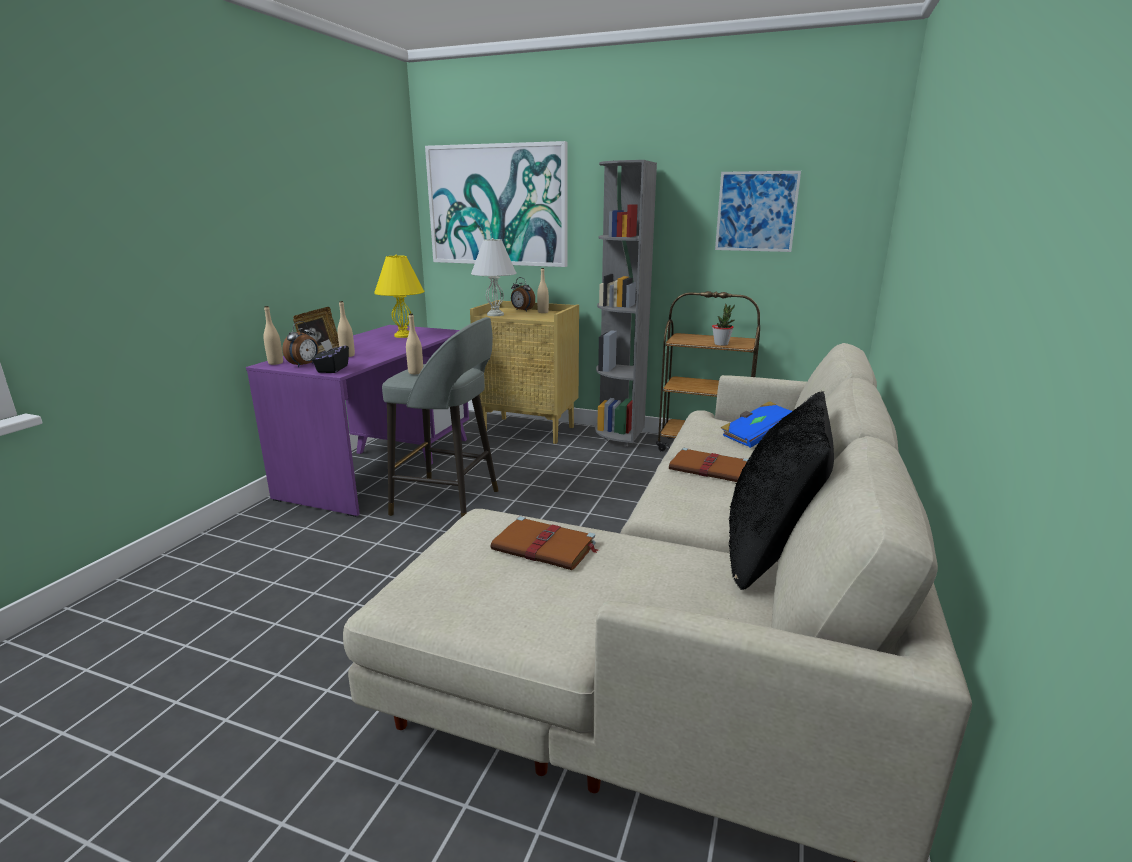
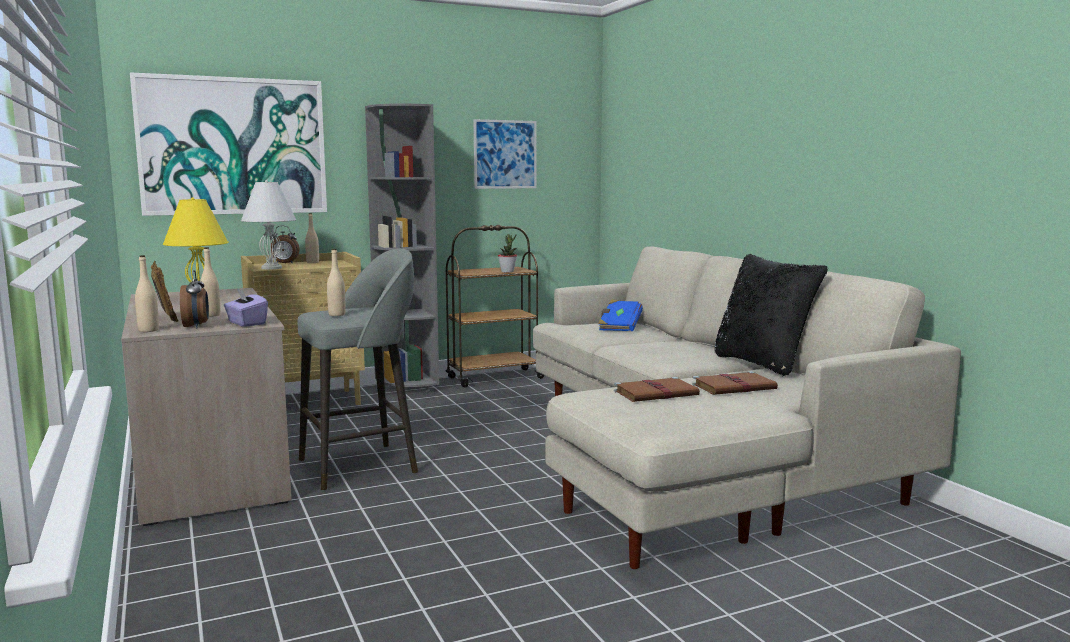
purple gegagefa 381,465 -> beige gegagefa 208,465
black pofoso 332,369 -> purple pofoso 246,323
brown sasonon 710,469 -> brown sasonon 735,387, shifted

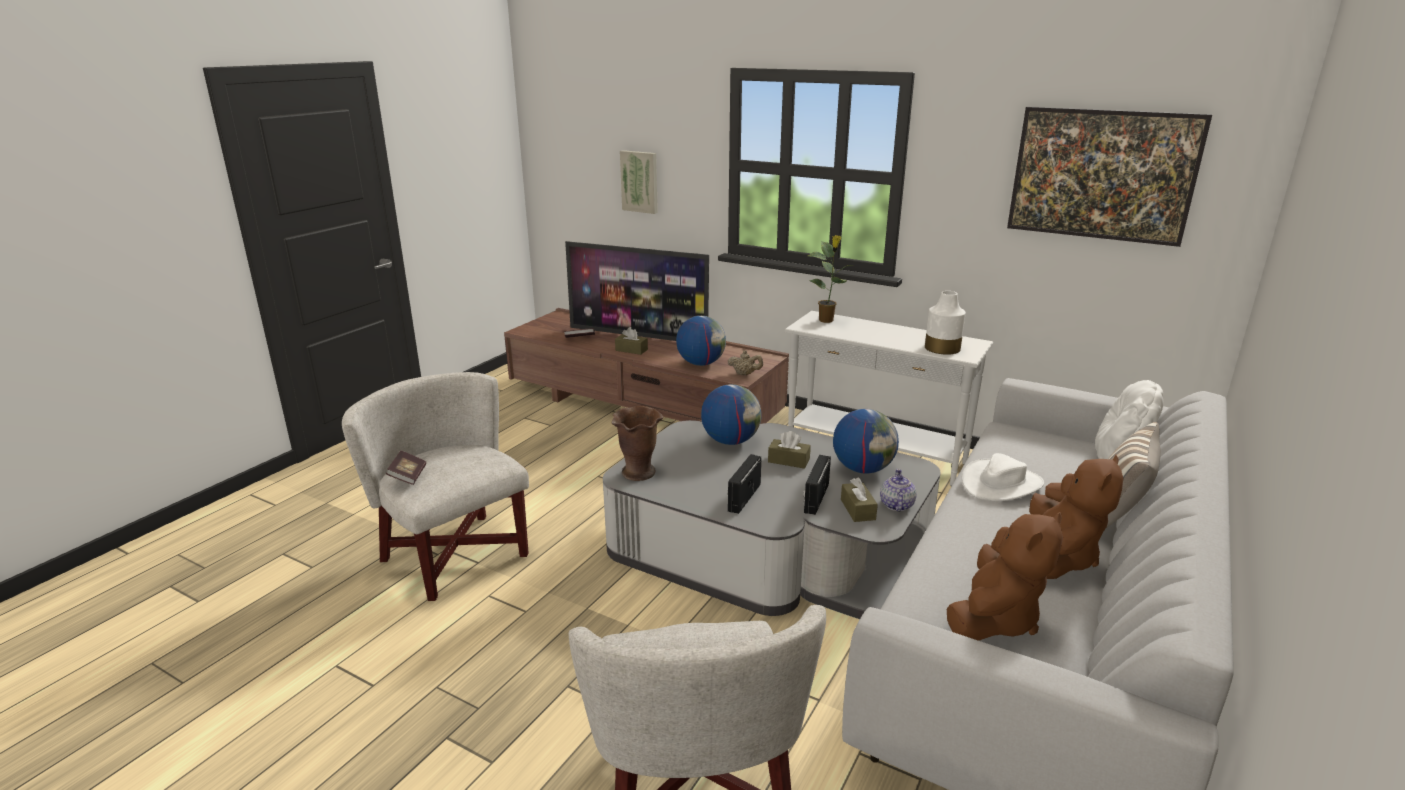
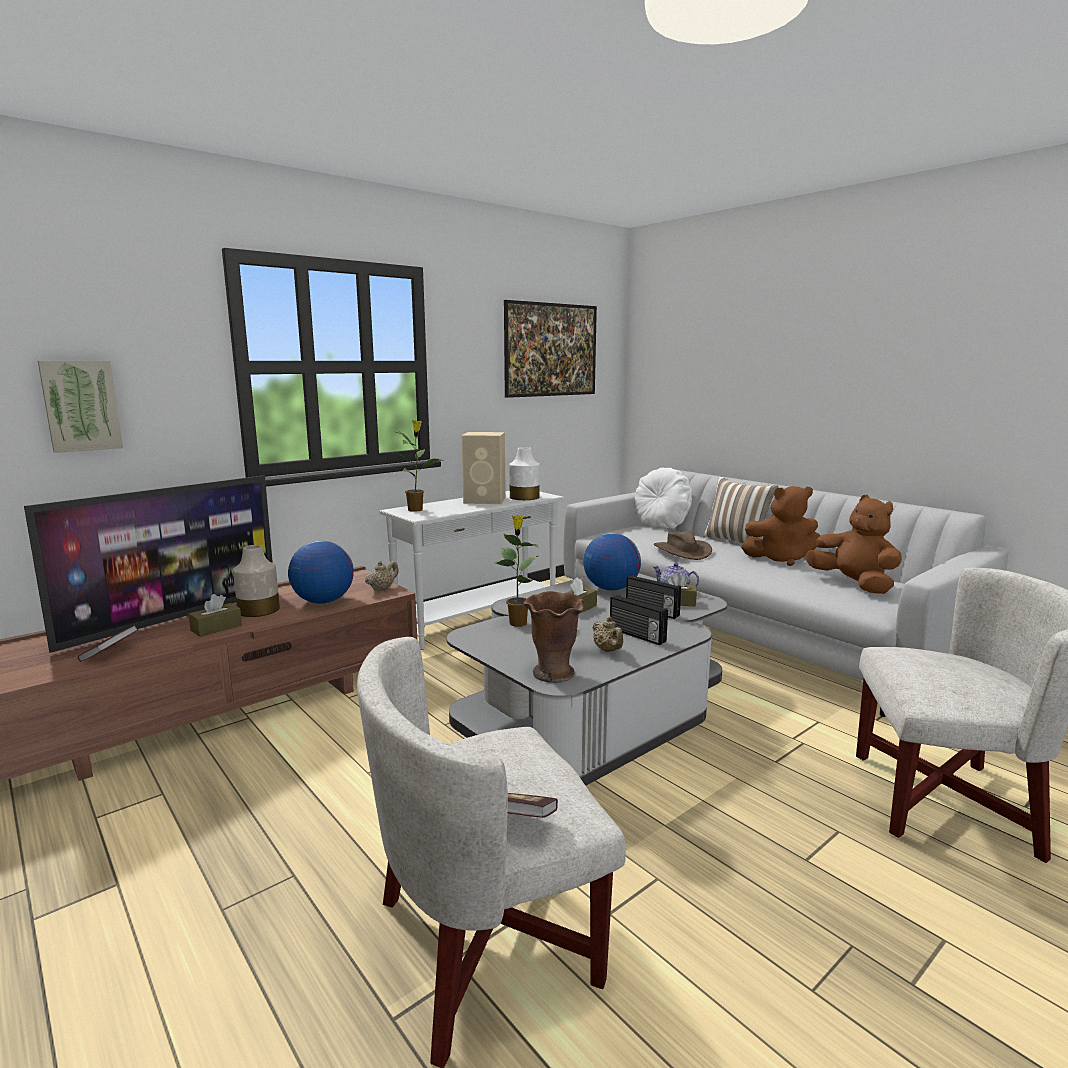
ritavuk 730,441 -> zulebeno 518,622
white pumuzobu 1001,483 -> brown pumuzobu 682,551
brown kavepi 1058,558 -> brown kavepi 781,559, 135 degrees clockwise
none -> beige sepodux 486,500
none -> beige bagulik 258,609
none -> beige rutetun 608,650

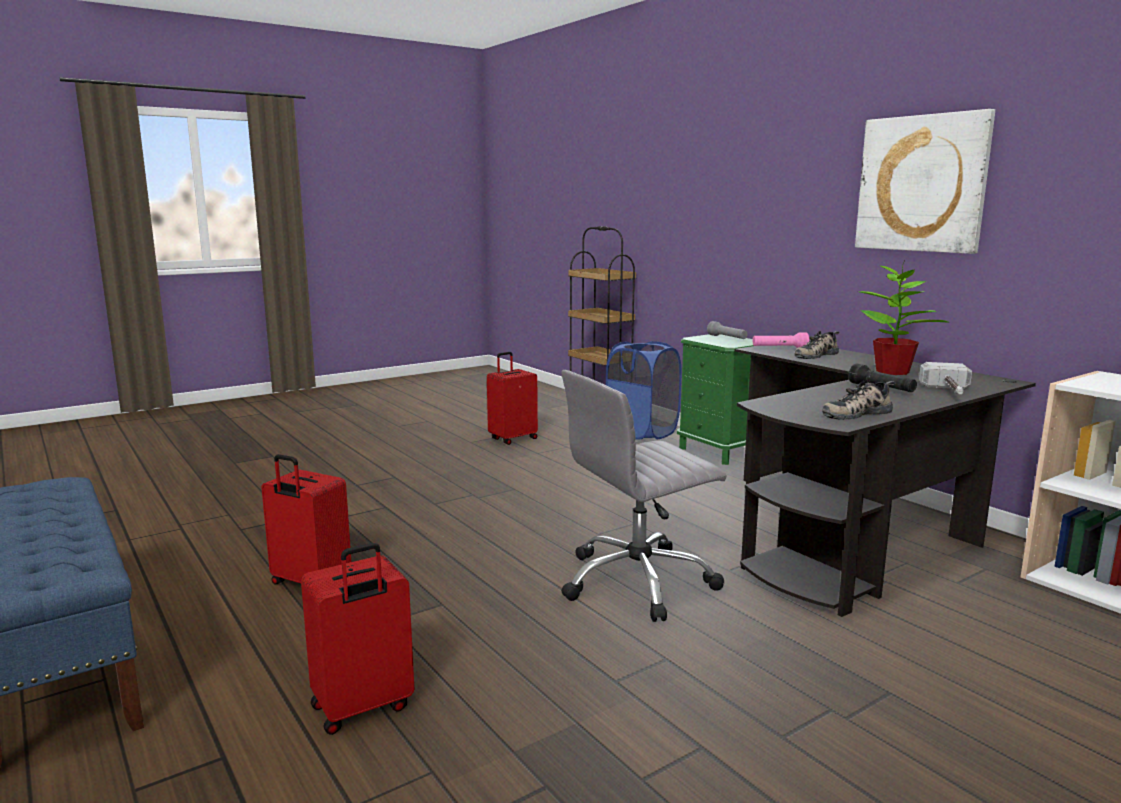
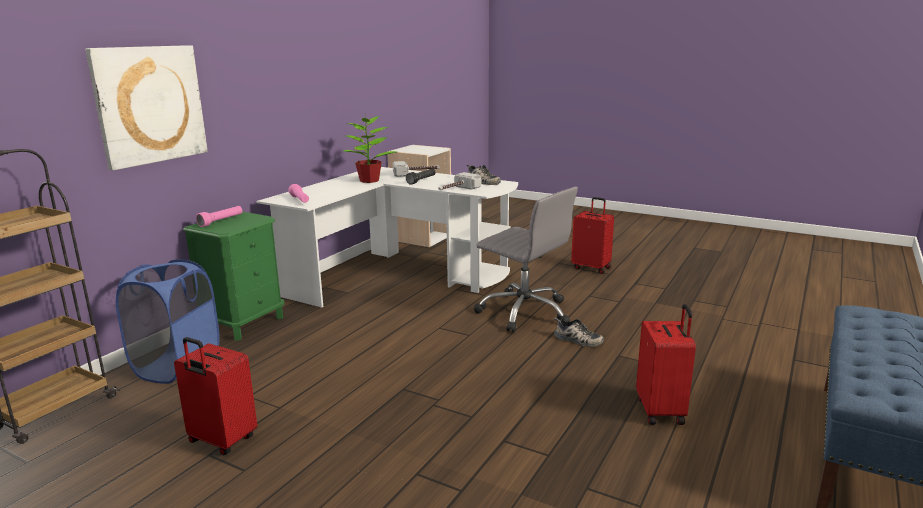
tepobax 922,184 -> tepobax 149,105, shifted
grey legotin 727,338 -> pink legotin 221,221
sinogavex 815,355 -> sinogavex 577,340, shifted
black gegagefa 851,529 -> white gegagefa 396,275
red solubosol 362,708 -> red solubosol 591,268, shifted
none -> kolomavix 456,190

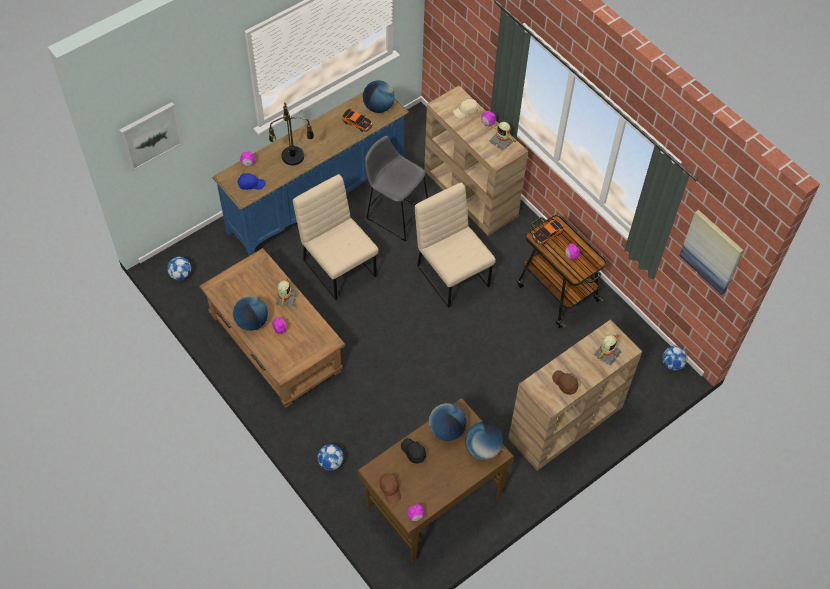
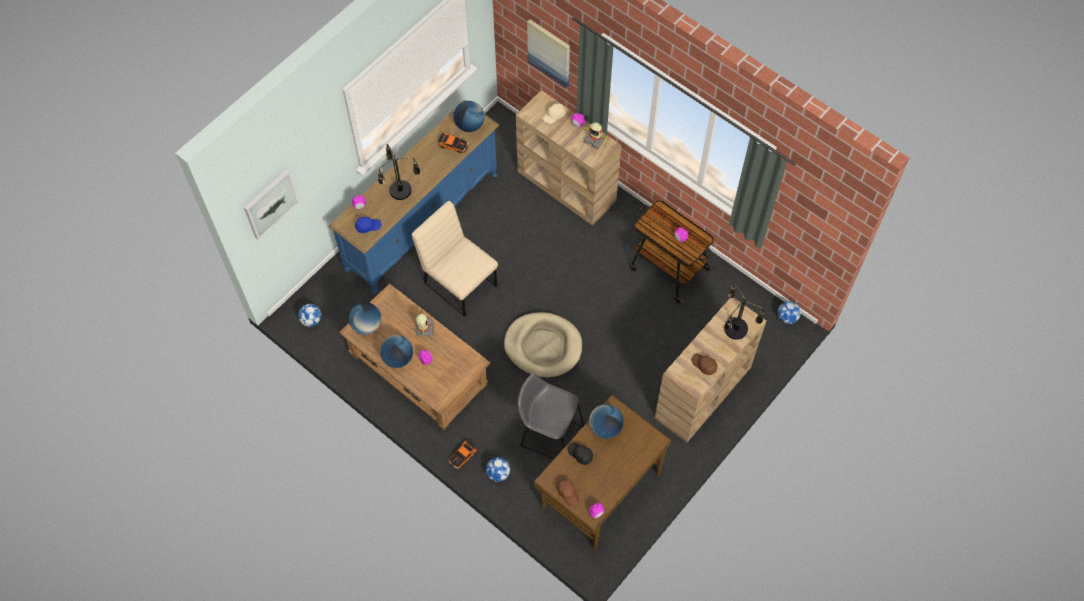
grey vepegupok 395,214 -> grey vepegupok 549,434, shifted
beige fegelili 452,274 -> none
tepobax 712,251 -> tepobax 549,52, shifted
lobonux 547,234 -> lobonux 462,456, shifted
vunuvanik 606,353 -> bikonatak 735,329
ritavuk 482,449 -> ritavuk 367,325, shifted
none -> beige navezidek 543,346

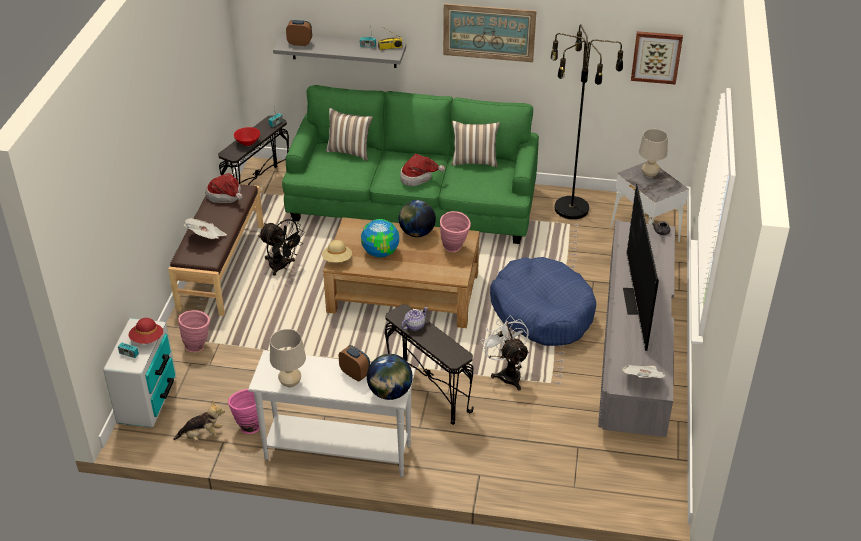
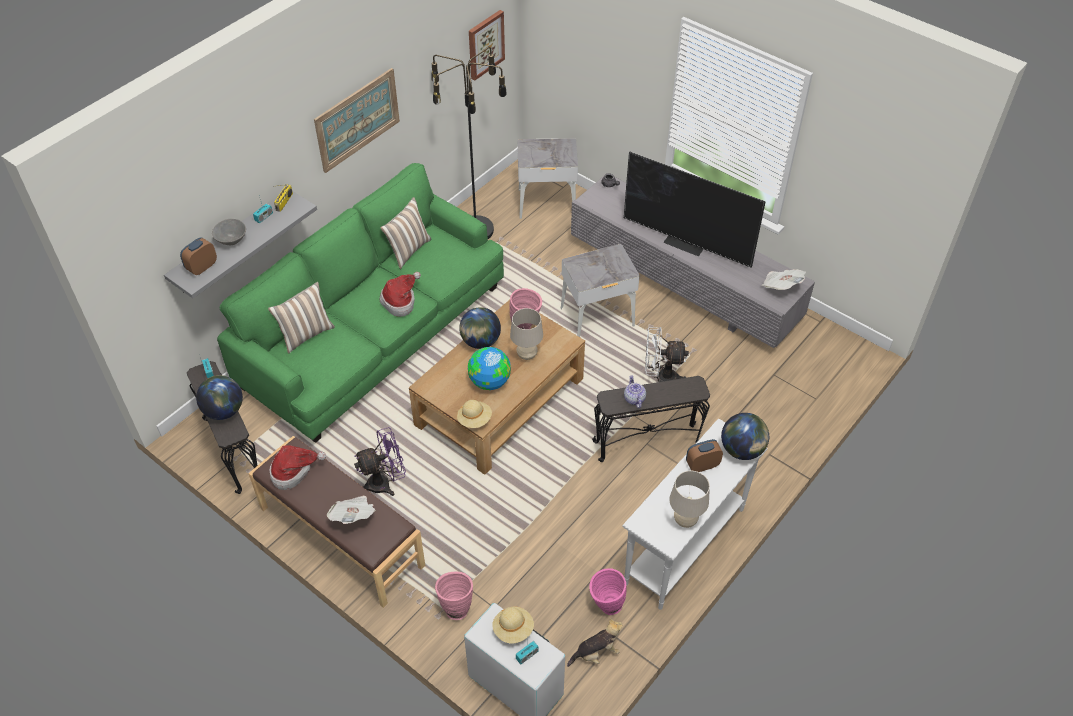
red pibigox 248,143 -> ritavuk 224,410
beige bikonatak 649,174 -> beige bikonatak 526,355, shifted
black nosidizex 282,267 -> purple nosidizex 385,482
blue navezidek 542,312 -> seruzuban 598,317
red pumuzobu 147,339 -> beige pumuzobu 513,629
kavepi 202,436 -> kavepi 596,653, 45 degrees clockwise
none -> grey pibigox 232,240

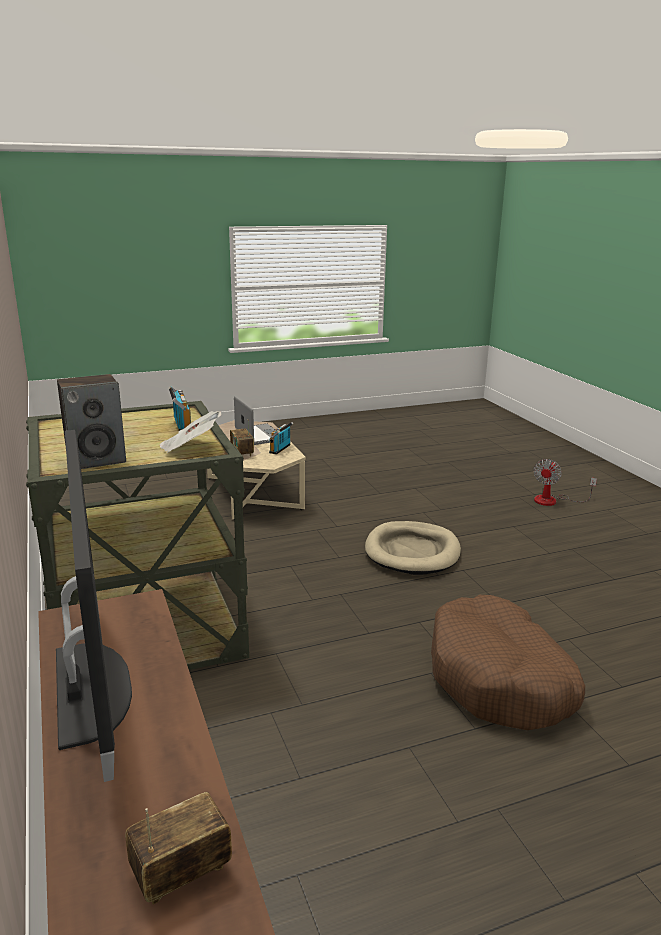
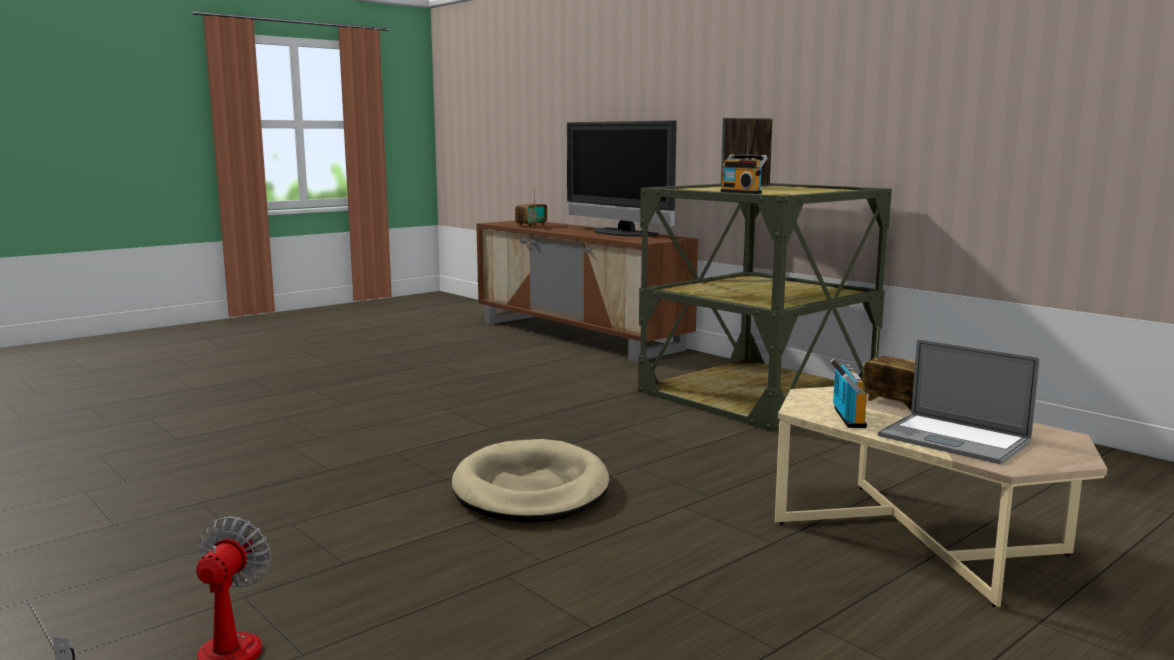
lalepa 190,447 -> none
brown navezidek 500,679 -> none

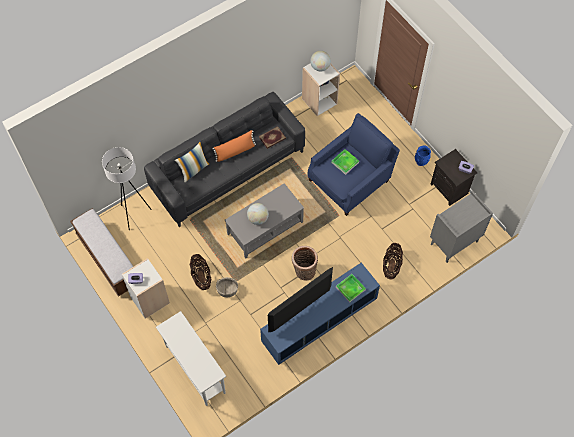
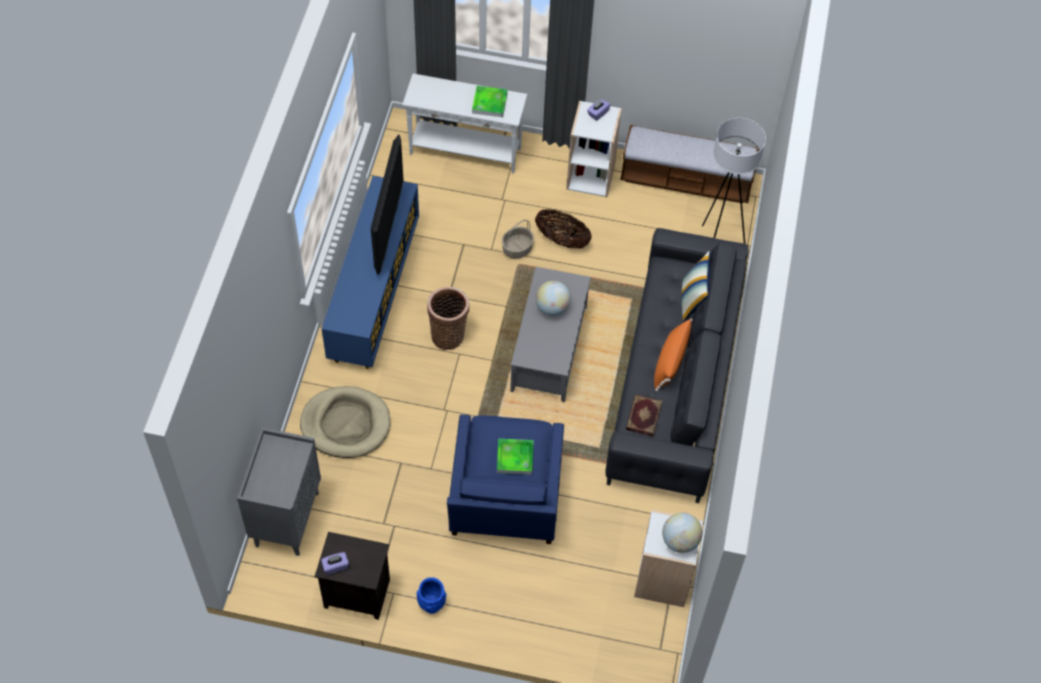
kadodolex 391,266 -> beige navezidek 346,424
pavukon 350,288 -> pavukon 489,103, shifted

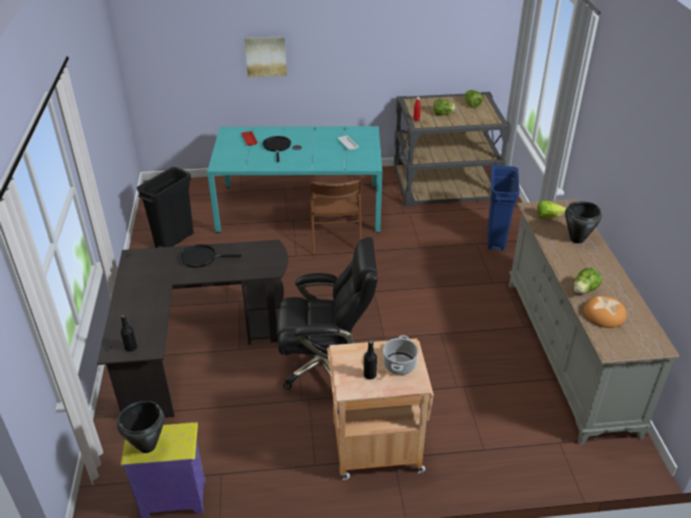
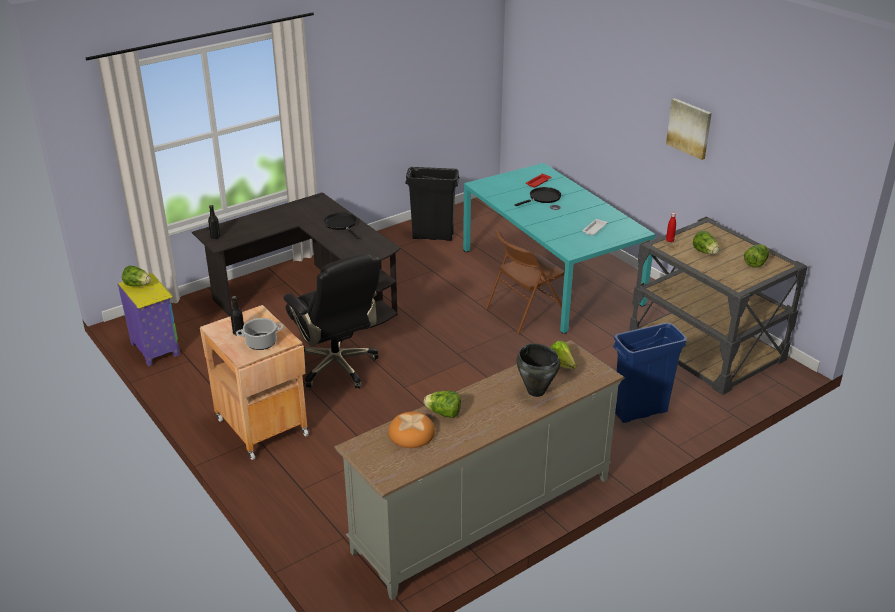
tepobax 265,56 -> tepobax 689,128, shifted
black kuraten 147,446 -> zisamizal 138,285

